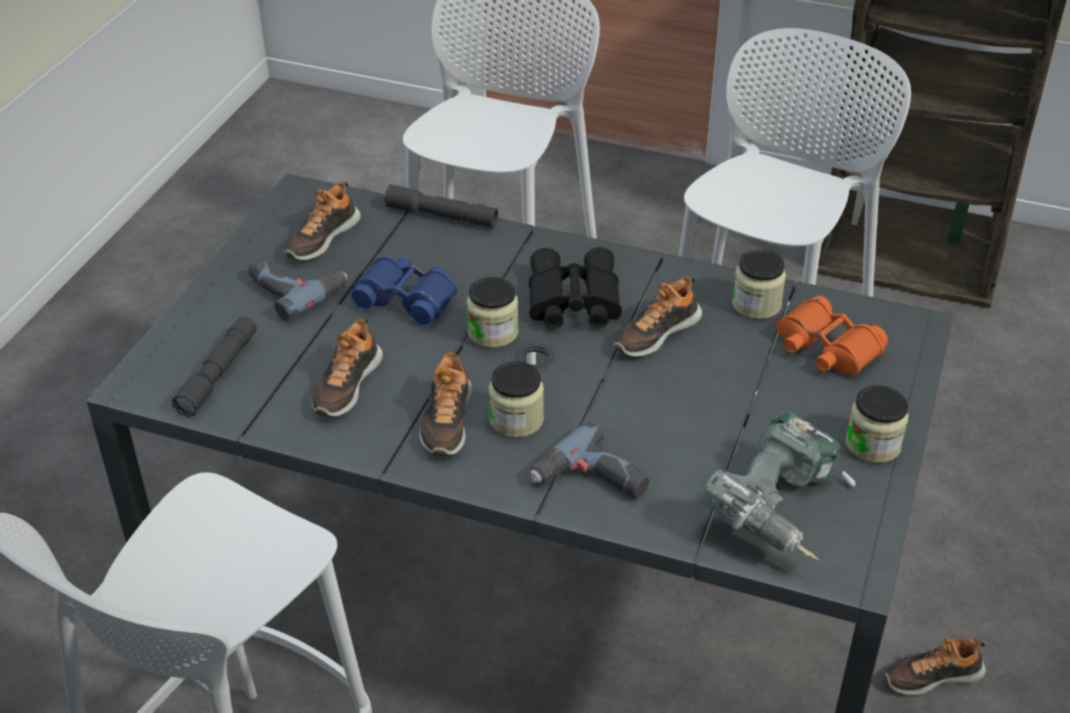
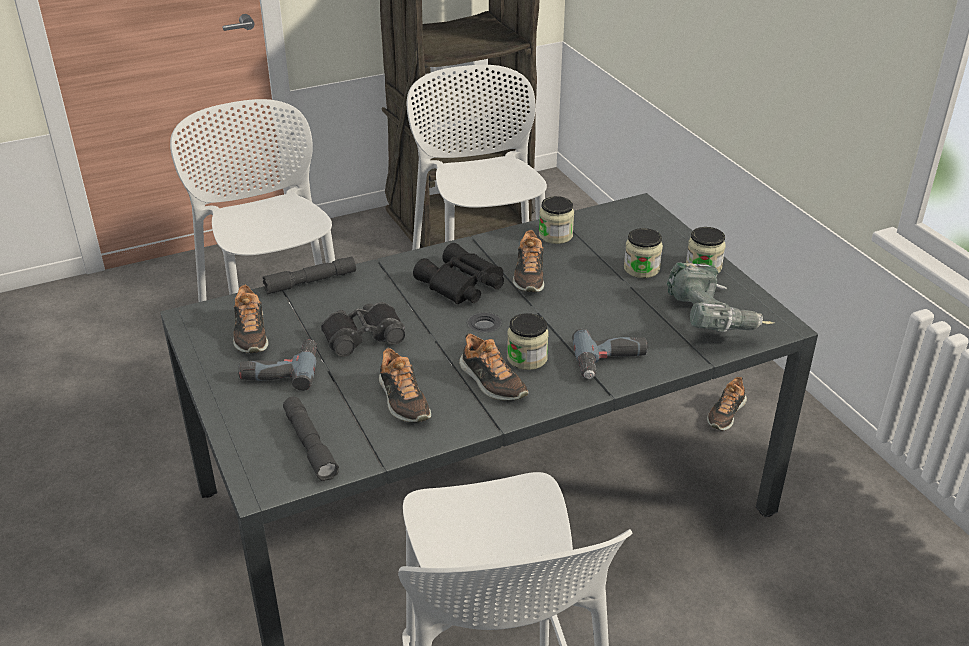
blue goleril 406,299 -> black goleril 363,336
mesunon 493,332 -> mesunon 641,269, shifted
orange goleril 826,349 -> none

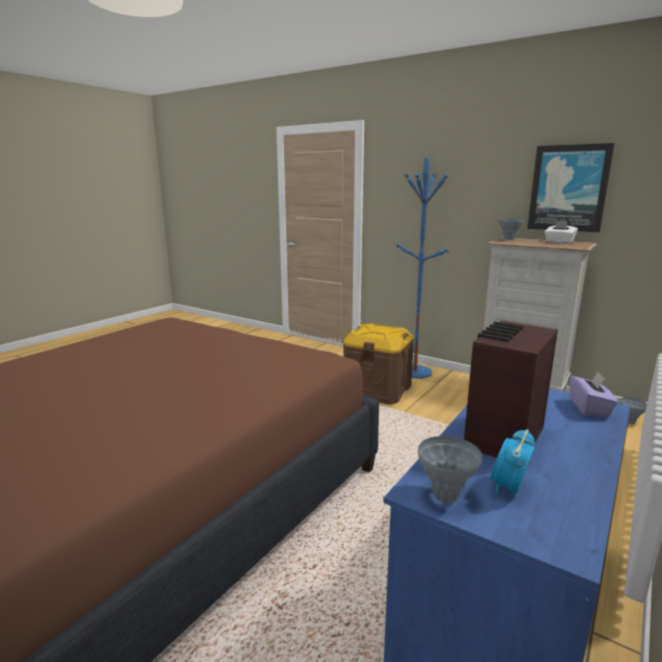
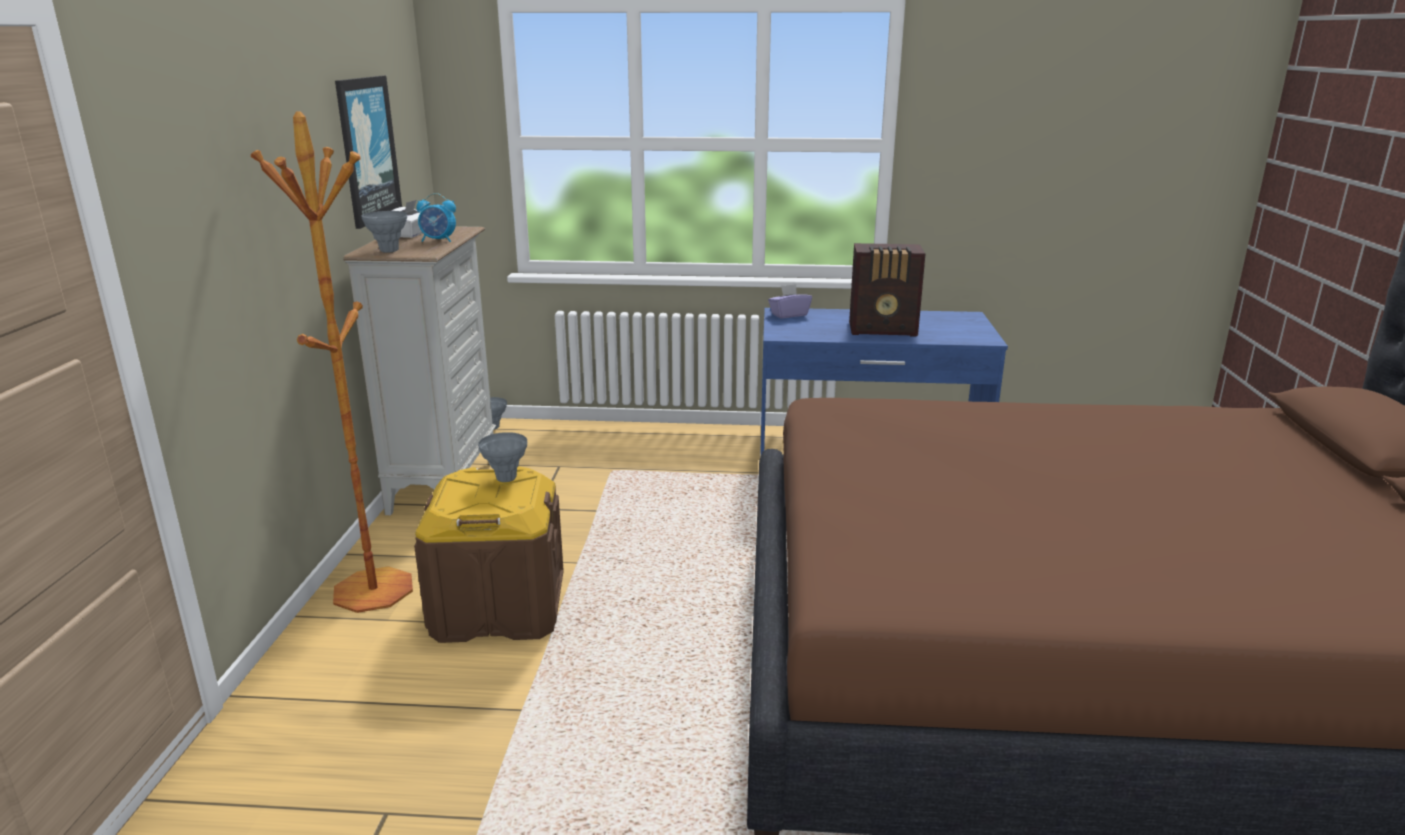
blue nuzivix 415,371 -> orange nuzivix 373,589
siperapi 509,488 -> siperapi 438,241, shifted
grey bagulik 445,496 -> grey bagulik 506,478, shifted

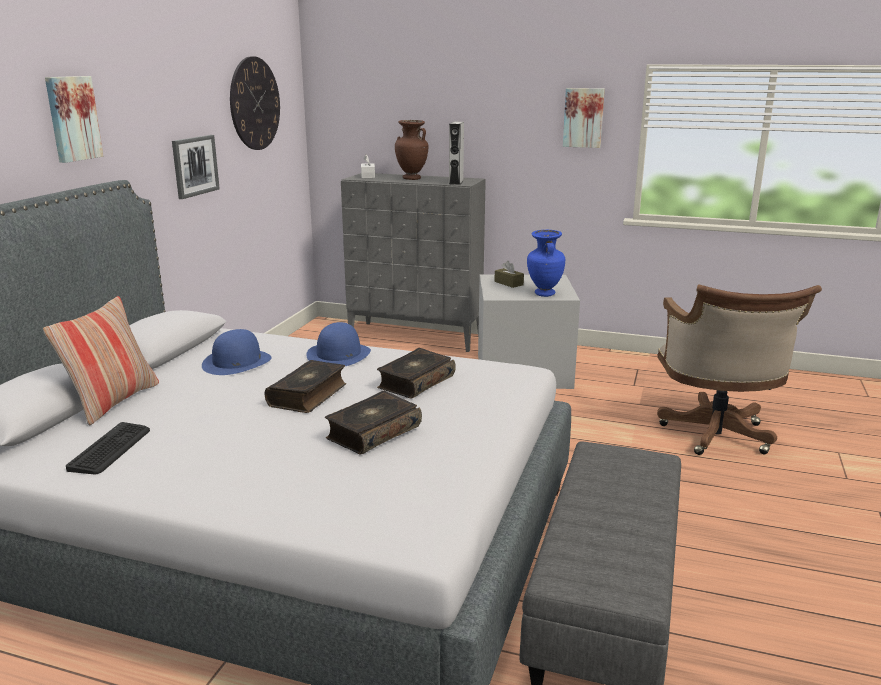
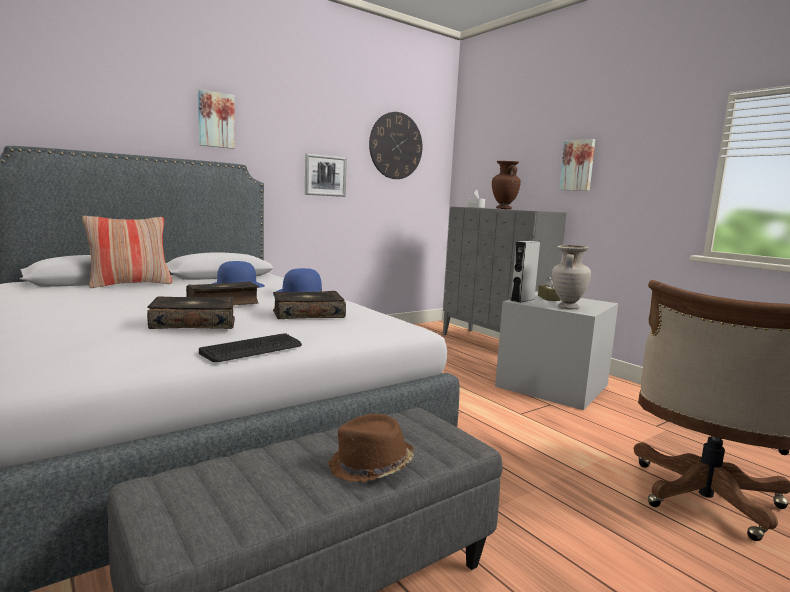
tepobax 583,117 -> tepobax 578,165, shifted
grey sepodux 456,182 -> grey sepodux 522,300, shifted
blue bagulik 544,294 -> beige bagulik 567,307
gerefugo 111,449 -> gerefugo 253,349, shifted
none -> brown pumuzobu 370,467

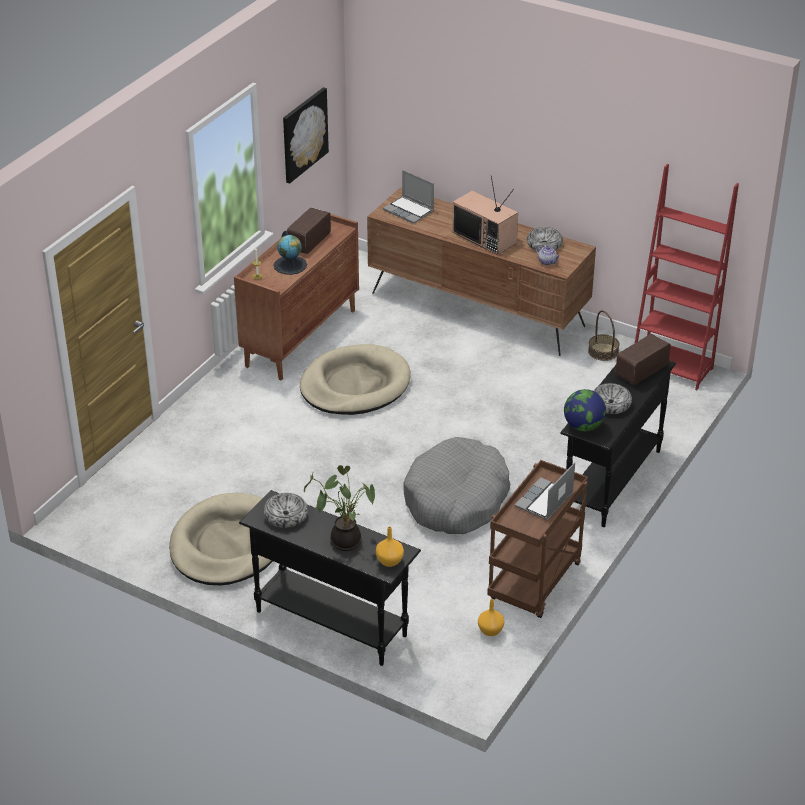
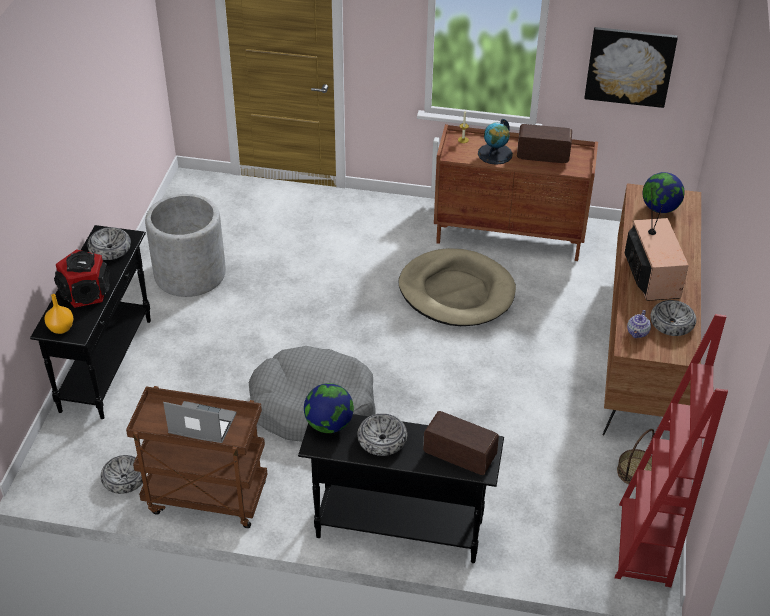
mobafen 409,211 -> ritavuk 660,208
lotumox 486,237 -> lotumox 651,274, 150 degrees clockwise
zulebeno 344,540 -> sepodux 85,292
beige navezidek 227,544 -> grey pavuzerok 190,274
orange bagulik 490,631 -> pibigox 124,479

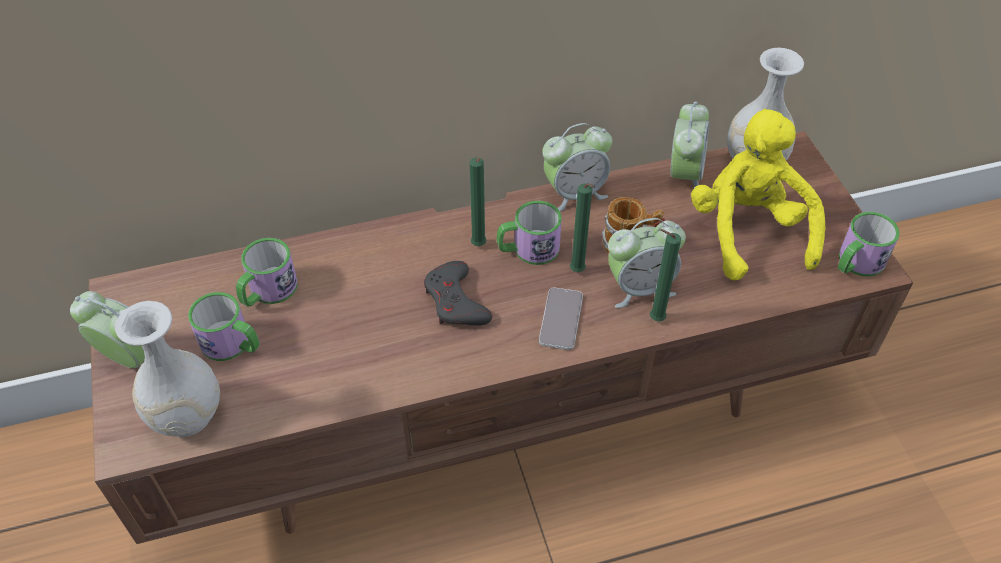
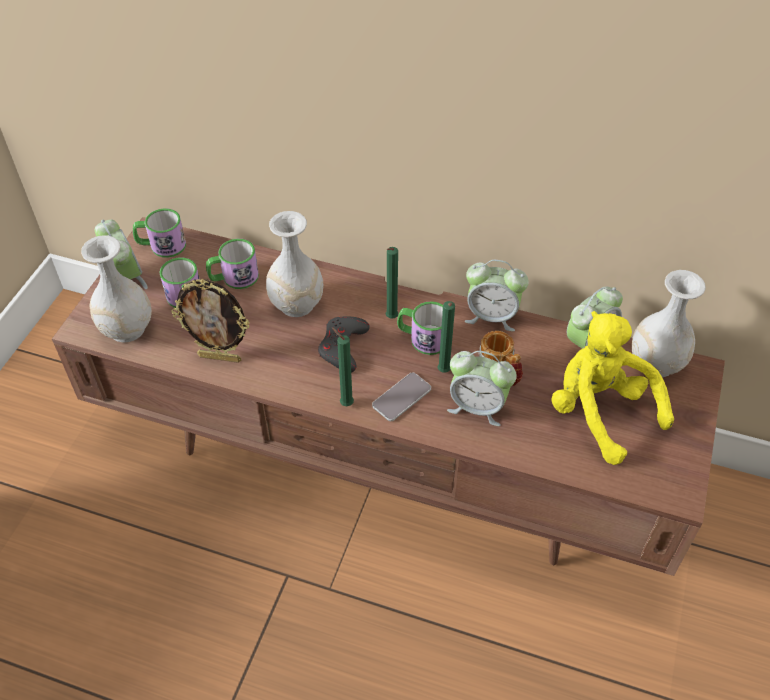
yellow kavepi 748,231 -> yellow kavepi 599,412, 60 degrees counterclockwise
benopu 856,263 -> benopu 161,245, shifted
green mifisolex 654,319 -> green mifisolex 344,403, shifted
none -> white bagulik 296,305
none -> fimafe 220,357

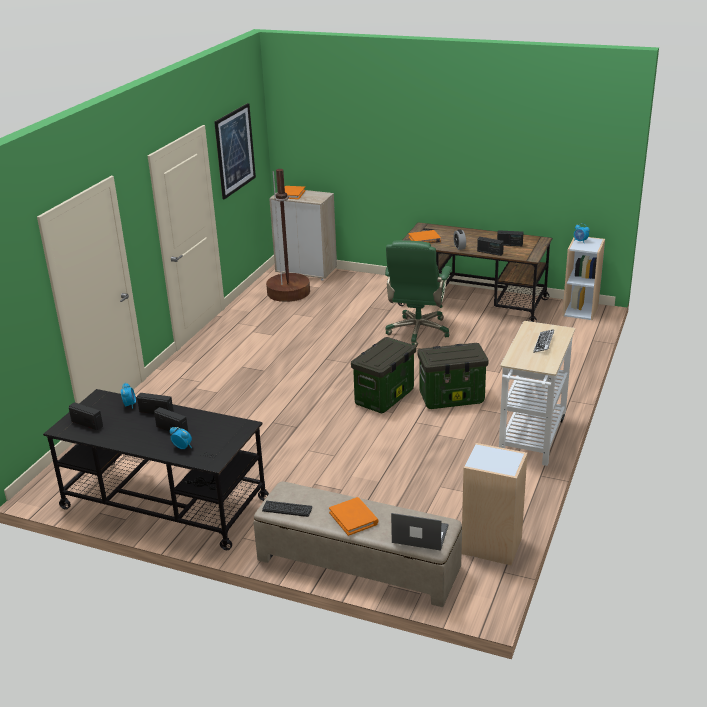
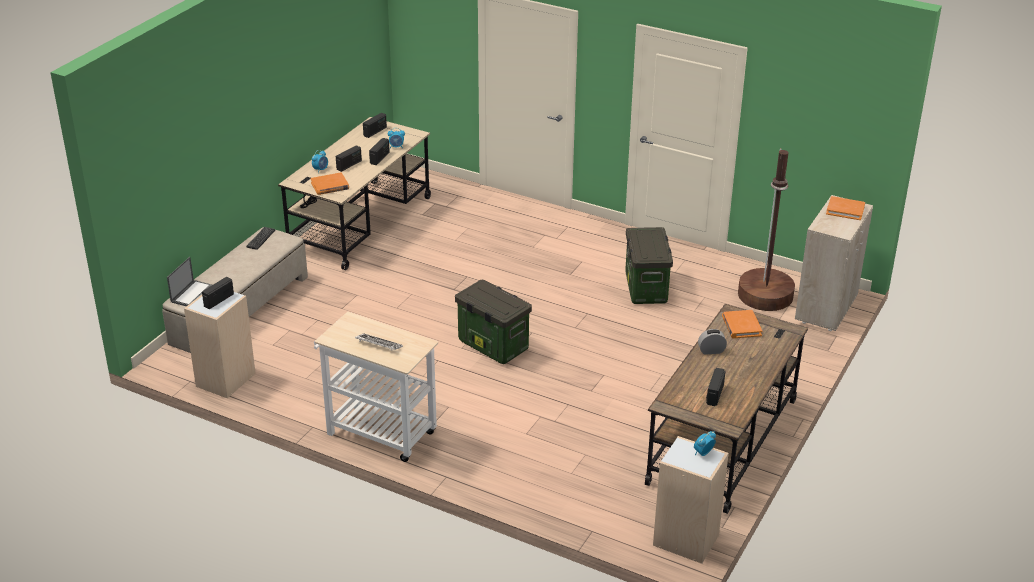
tepobax 234,150 -> none
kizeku 490,252 -> kizeku 218,300, shifted
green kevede 417,332 -> none
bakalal 452,398 -> bakalal 646,289, shifted
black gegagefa 165,504 -> beige gegagefa 360,224
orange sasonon 354,518 -> orange sasonon 330,186, shifted

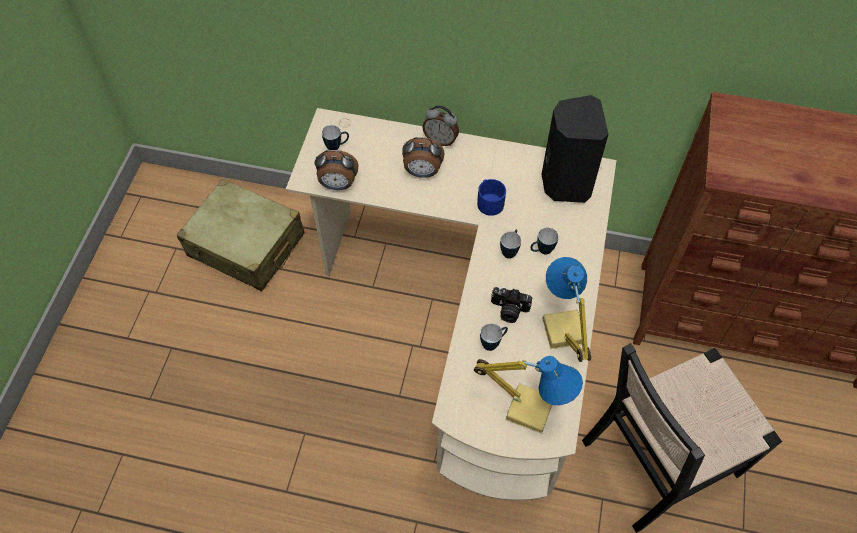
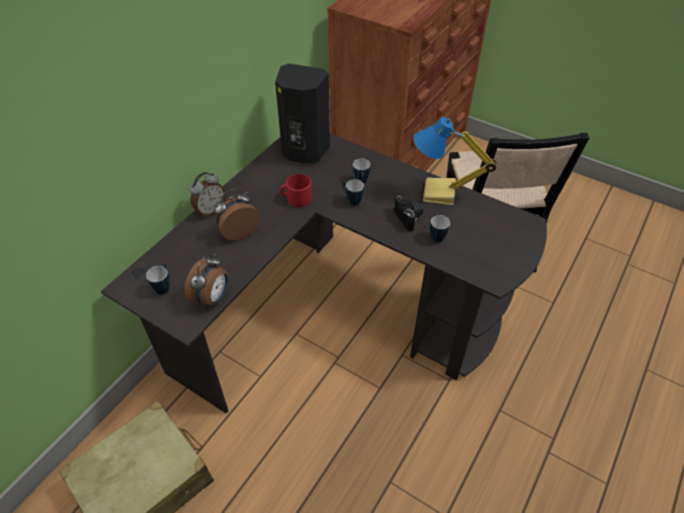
beige gegagefa 473,322 -> black gegagefa 332,311
siperapi 422,172 -> siperapi 238,232, 150 degrees counterclockwise
blue benopu 489,201 -> red benopu 296,198
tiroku 508,310 -> tiroku 409,218, 60 degrees counterclockwise
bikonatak 529,408 -> none

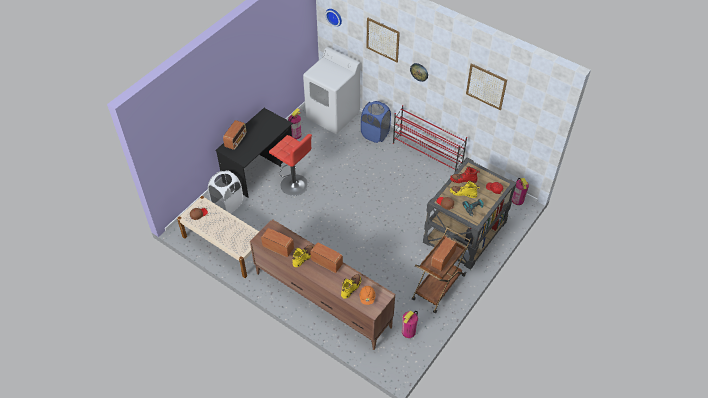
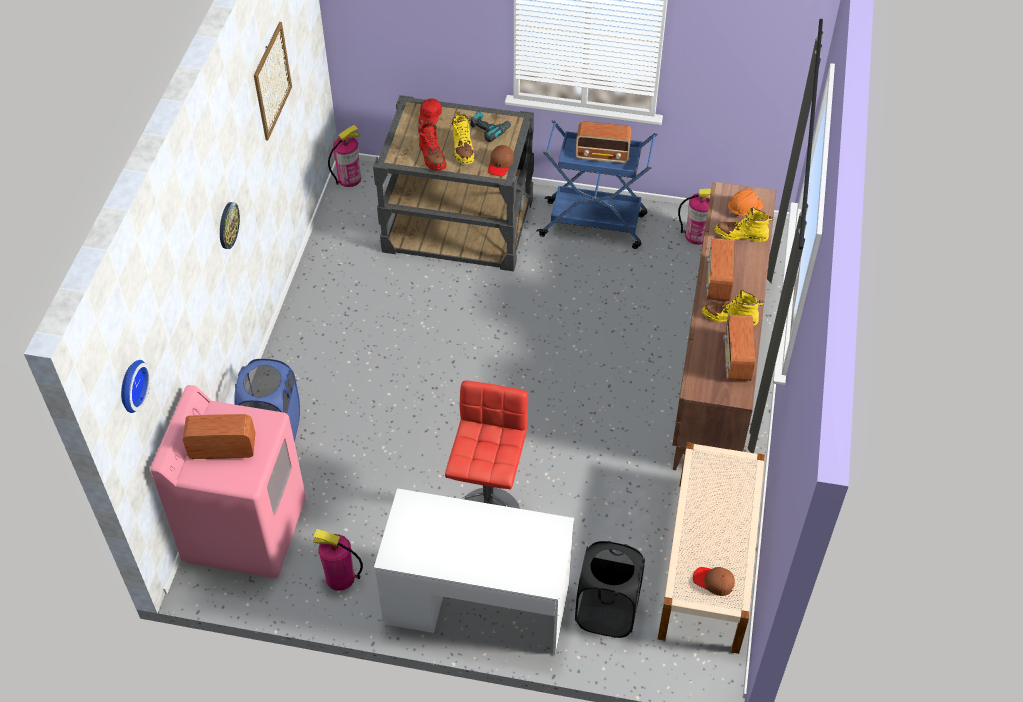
tepobax 383,39 -> none
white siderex 333,115 -> pink siderex 246,529
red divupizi 427,155 -> none
black gegagefa 259,168 -> white gegagefa 477,603
kizeku 236,140 -> kizeku 222,449, shifted
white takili 228,204 -> black takili 607,612
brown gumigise 438,288 -> blue gumigise 593,226

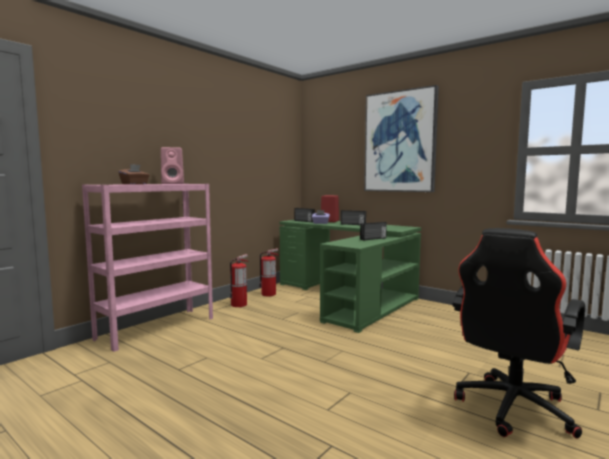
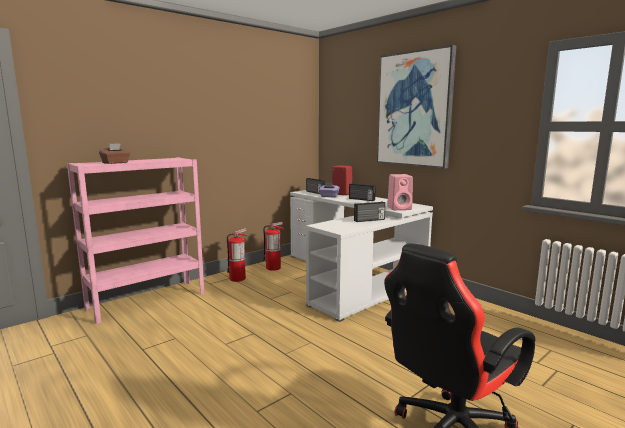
pink sepodux 173,183 -> pink sepodux 400,208, shifted
green gegagefa 349,297 -> white gegagefa 353,277

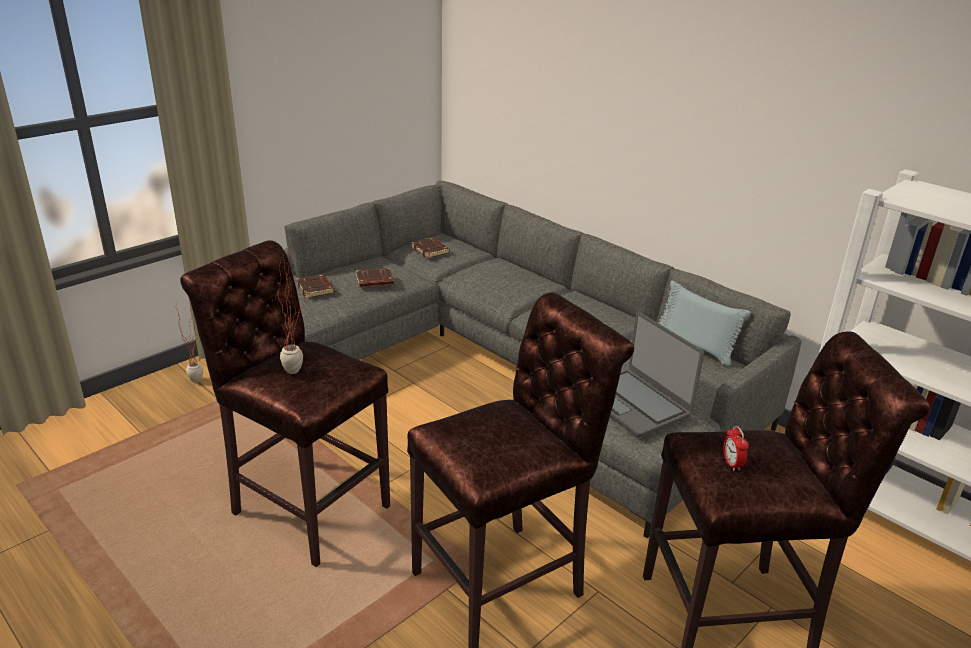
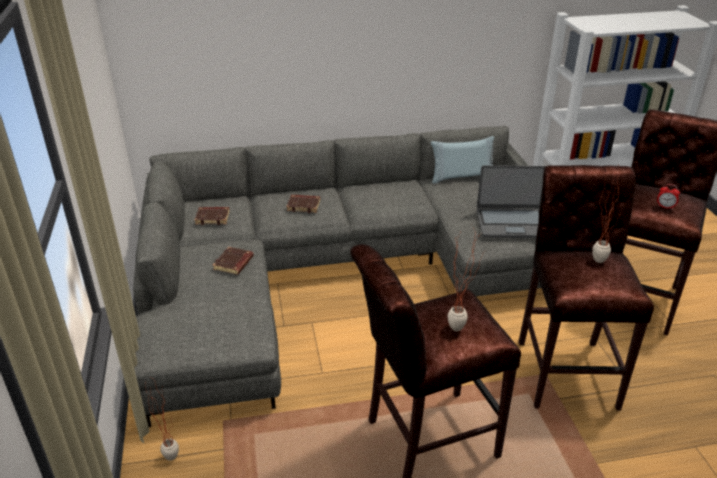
brown sasonon 316,289 -> brown sasonon 304,206, shifted
none -> zulebeno 598,257

